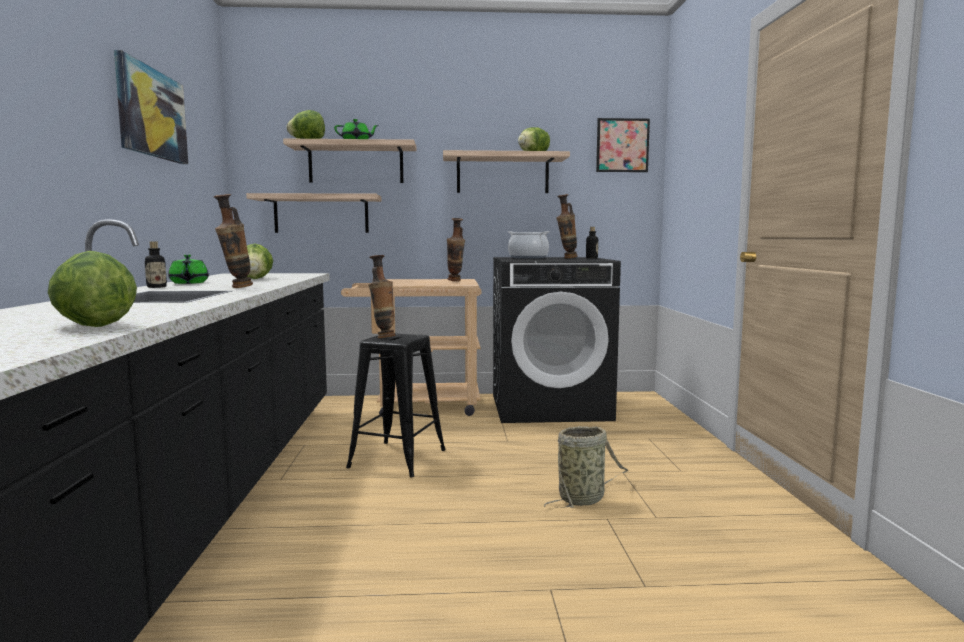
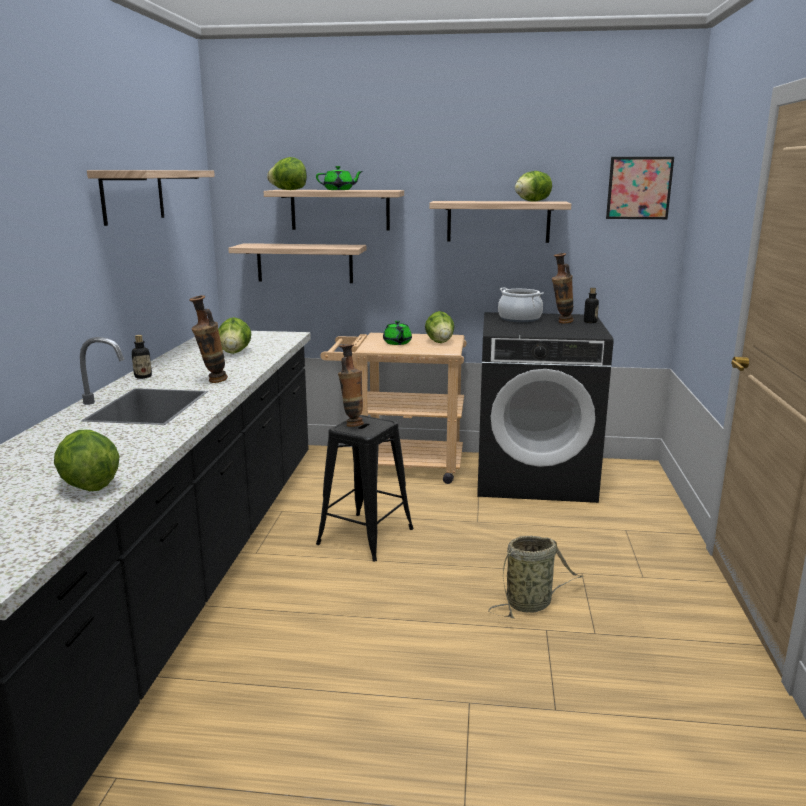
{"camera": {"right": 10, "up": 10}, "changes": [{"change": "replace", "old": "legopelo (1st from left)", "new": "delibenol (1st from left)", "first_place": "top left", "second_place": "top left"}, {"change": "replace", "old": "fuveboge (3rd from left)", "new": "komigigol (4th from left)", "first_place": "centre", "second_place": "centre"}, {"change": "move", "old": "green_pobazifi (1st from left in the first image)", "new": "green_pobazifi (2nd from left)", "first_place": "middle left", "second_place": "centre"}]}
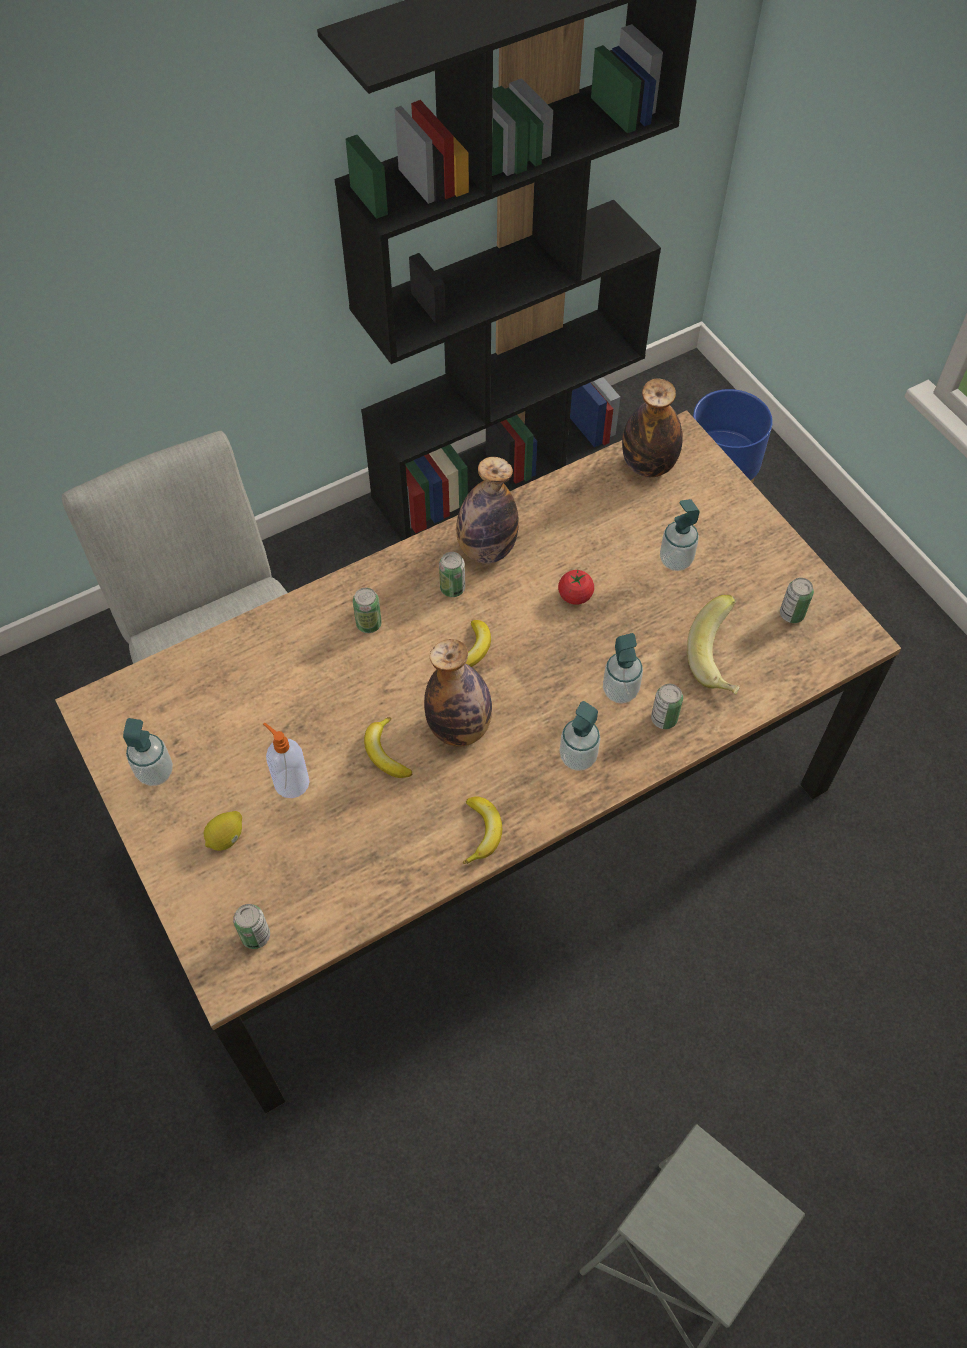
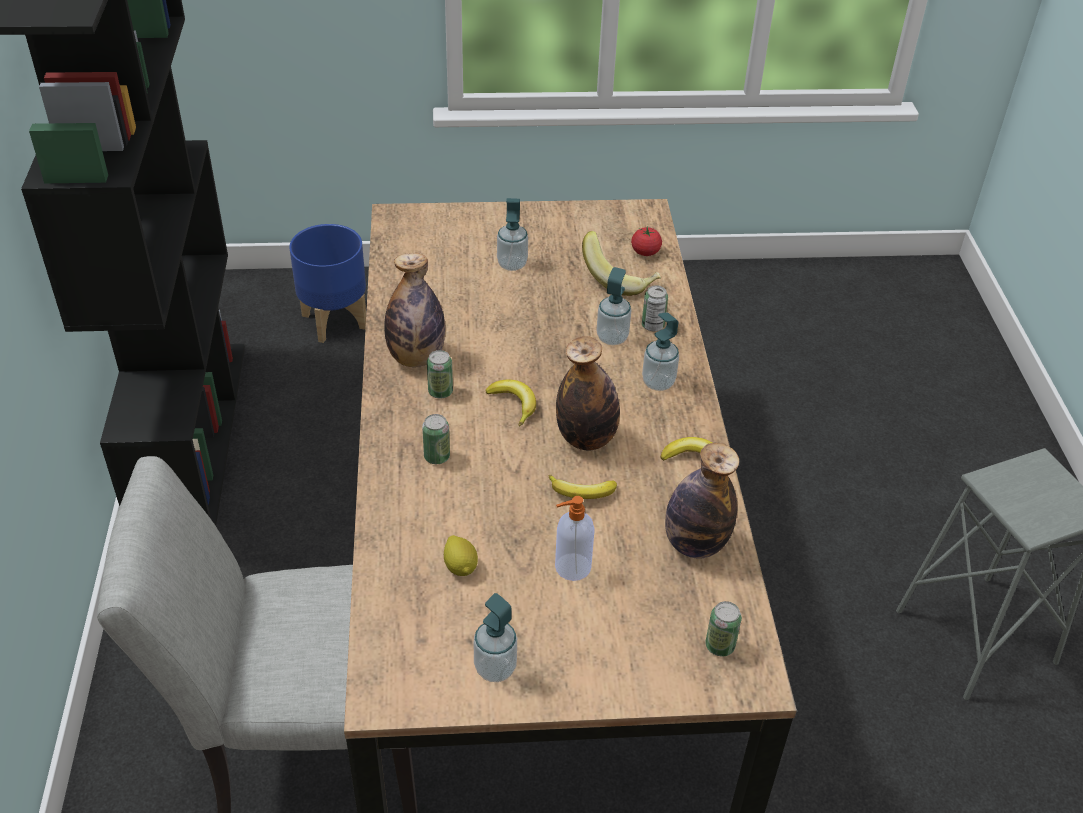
{"camera": {"right": -65, "up": -15}, "changes": [{"change": "move", "old": "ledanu (3rd from left)", "first_place": "top right", "second_place": "centre"}, {"change": "move", "old": "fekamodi", "first_place": "centre", "second_place": "top centre"}, {"change": "delete", "old": "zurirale (5th from left)", "first_place": "middle right"}, {"change": "move", "old": "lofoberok", "first_place": "middle left", "second_place": "bottom centre"}]}
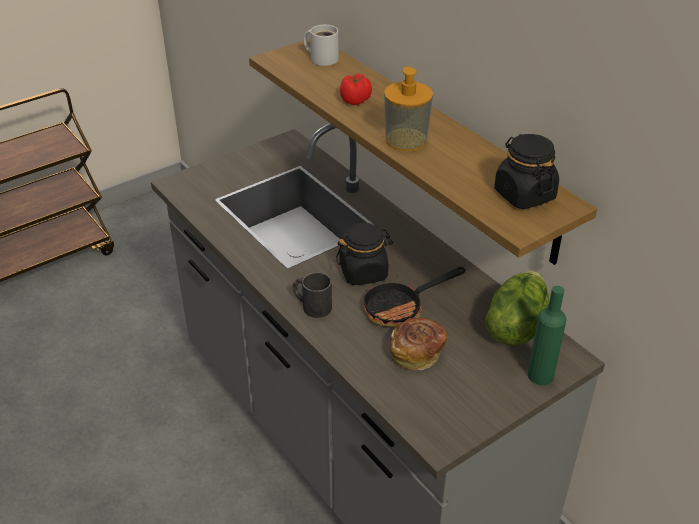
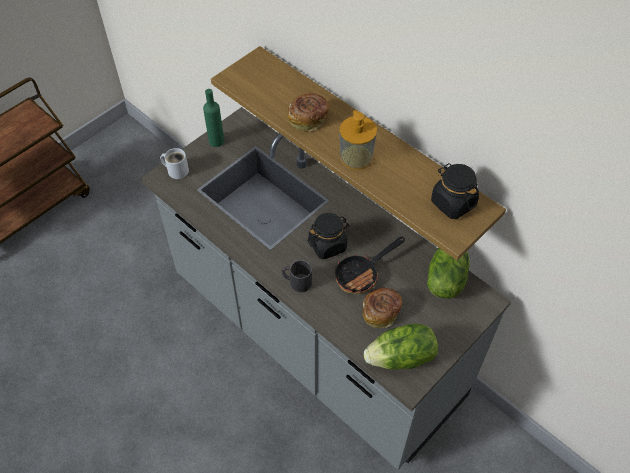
{"camera": {"right": -10, "up": 15}, "changes": [{"change": "move", "old": "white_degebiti", "first_place": "top centre", "second_place": "middle left"}, {"change": "replace", "old": "fekamodi", "new": "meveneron (1st from left)", "first_place": "top centre", "second_place": "top centre"}, {"change": "move", "old": "green_ledanu", "first_place": "middle right", "second_place": "top centre"}, {"change": "insert", "new": "komigigol (1st from left)", "second_place": "bottom centre"}]}
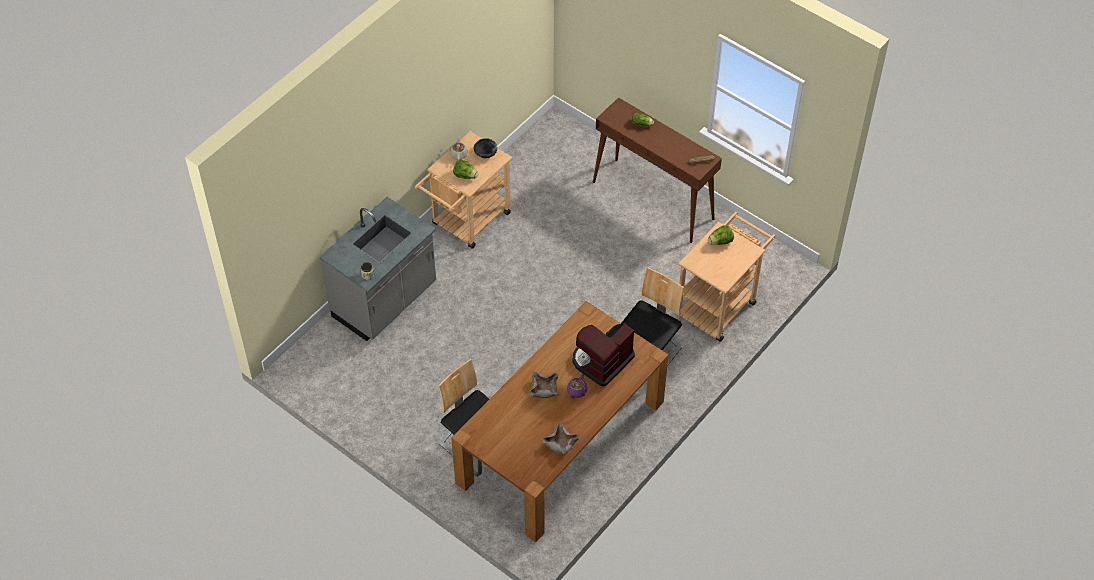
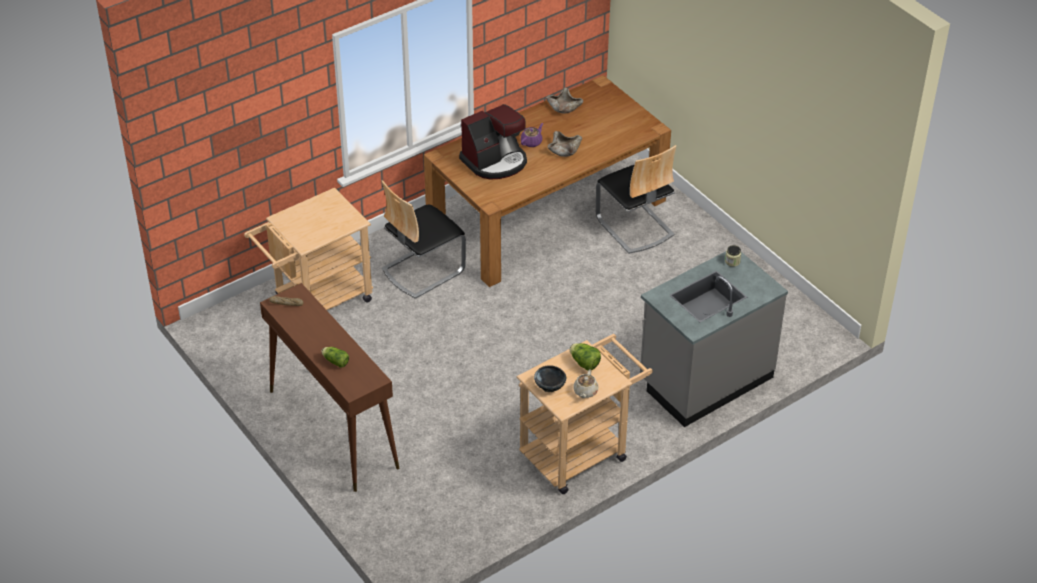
{"camera": {"right": -165, "up": -10}, "changes": [{"change": "delete", "old": "komigigol (3rd from left)", "first_place": "centre"}]}
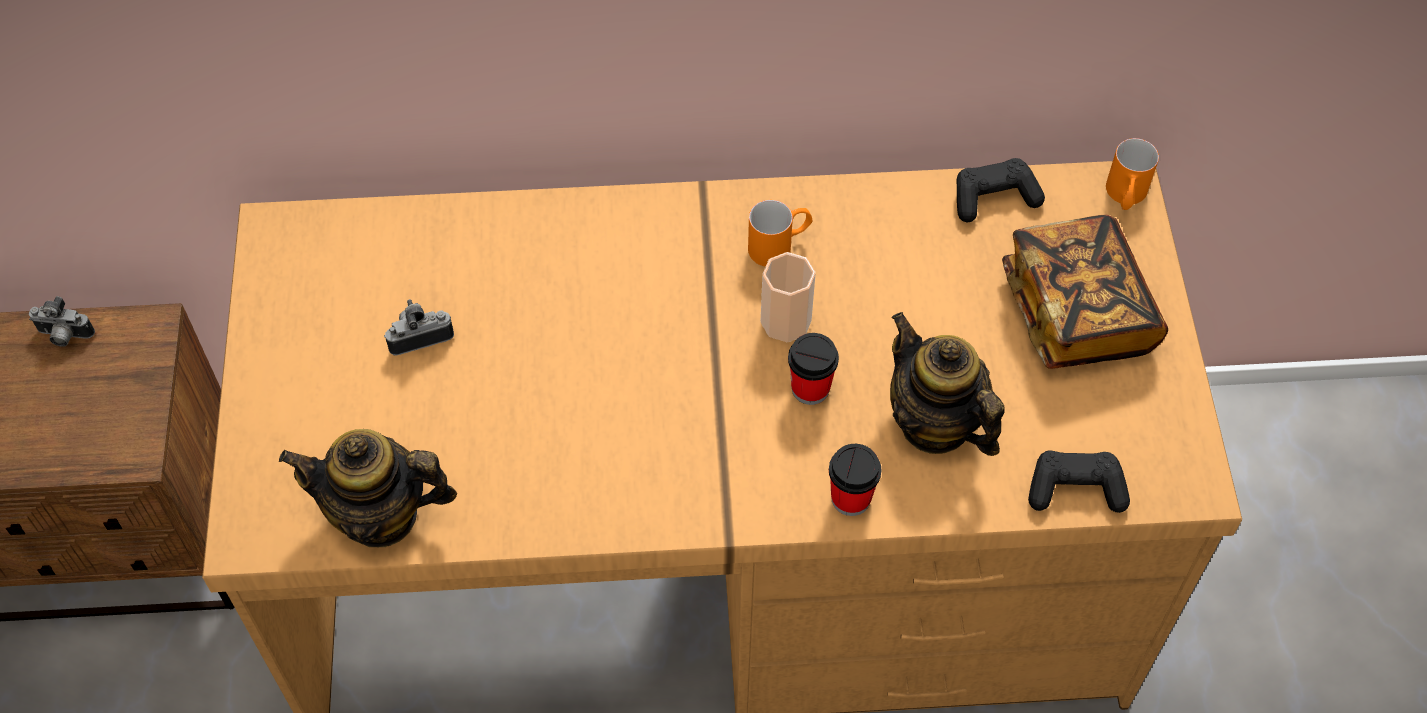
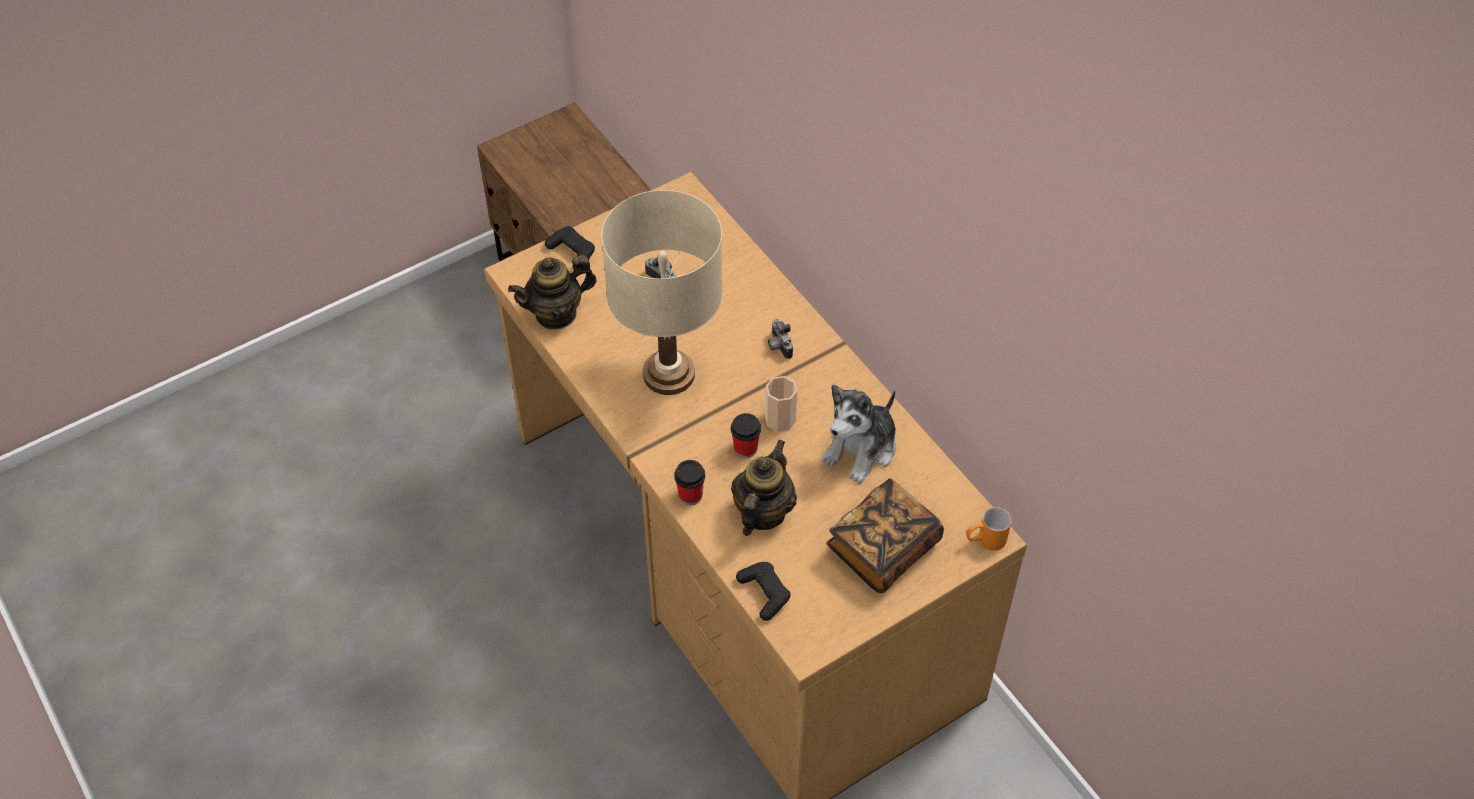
{"camera": {"right": 60, "up": -5}, "changes": [{"change": "move", "old": "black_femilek (1st from left)", "first_place": "top right", "second_place": "top centre"}, {"change": "delete", "old": "orange_degebiti (1st from left)", "first_place": "top centre"}, {"change": "move", "old": "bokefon (1st from left in the first image)", "new": "bokefon (2nd from left)", "first_place": "middle left", "second_place": "centre"}, {"change": "rotate", "old": "pobazifi (1st from left)", "first_place": "bottom left", "second_place": "centre", "degrees": -90}, {"change": "insert", "new": "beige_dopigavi", "second_place": "centre"}, {"change": "insert", "new": "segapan", "second_place": "centre"}]}
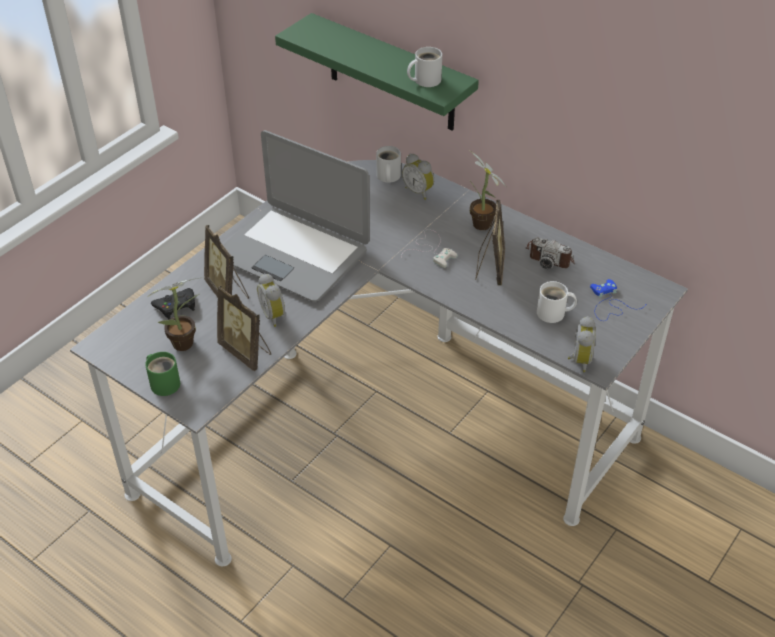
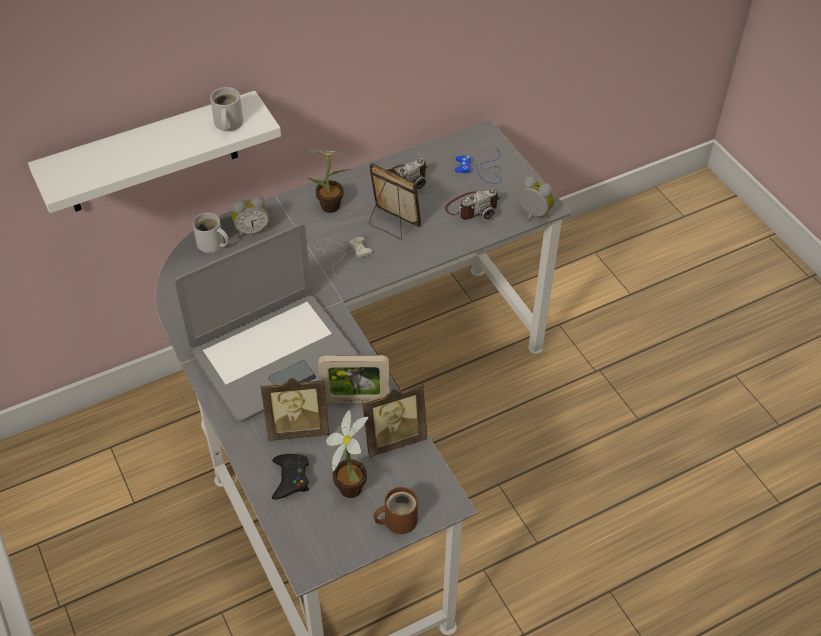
{"camera": {"right": -65, "up": 5}, "changes": [{"change": "recolor", "old": "green_delibenol", "new": "white_delibenol", "first_place": "top centre", "second_place": "top left"}, {"change": "replace", "old": "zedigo (1st from left)", "new": "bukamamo (2nd from left)", "first_place": "centre", "second_place": "centre"}, {"change": "replace", "old": "white_degebiti (3rd from left)", "new": "bokefon (2nd from left)", "first_place": "middle right", "second_place": "top centre"}, {"change": "recolor", "old": "green_degebiti", "new": "brown_degebiti", "first_place": "middle left", "second_place": "bottom centre"}]}
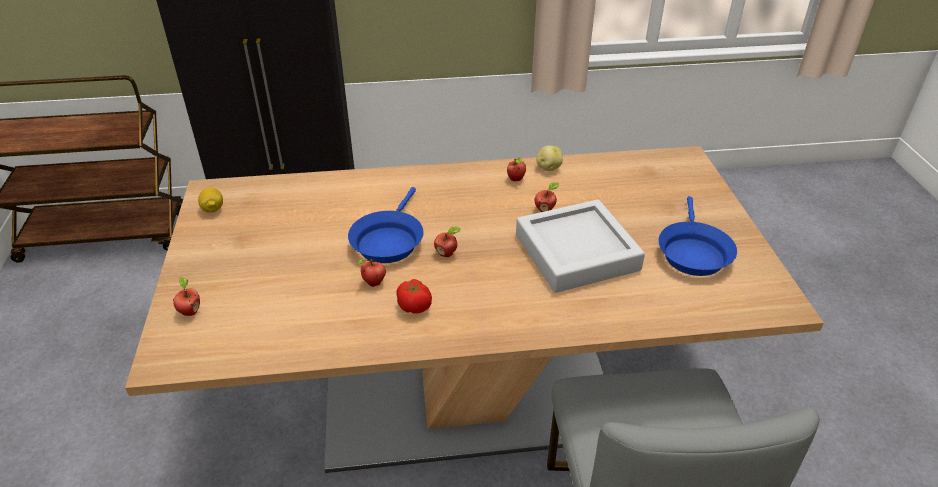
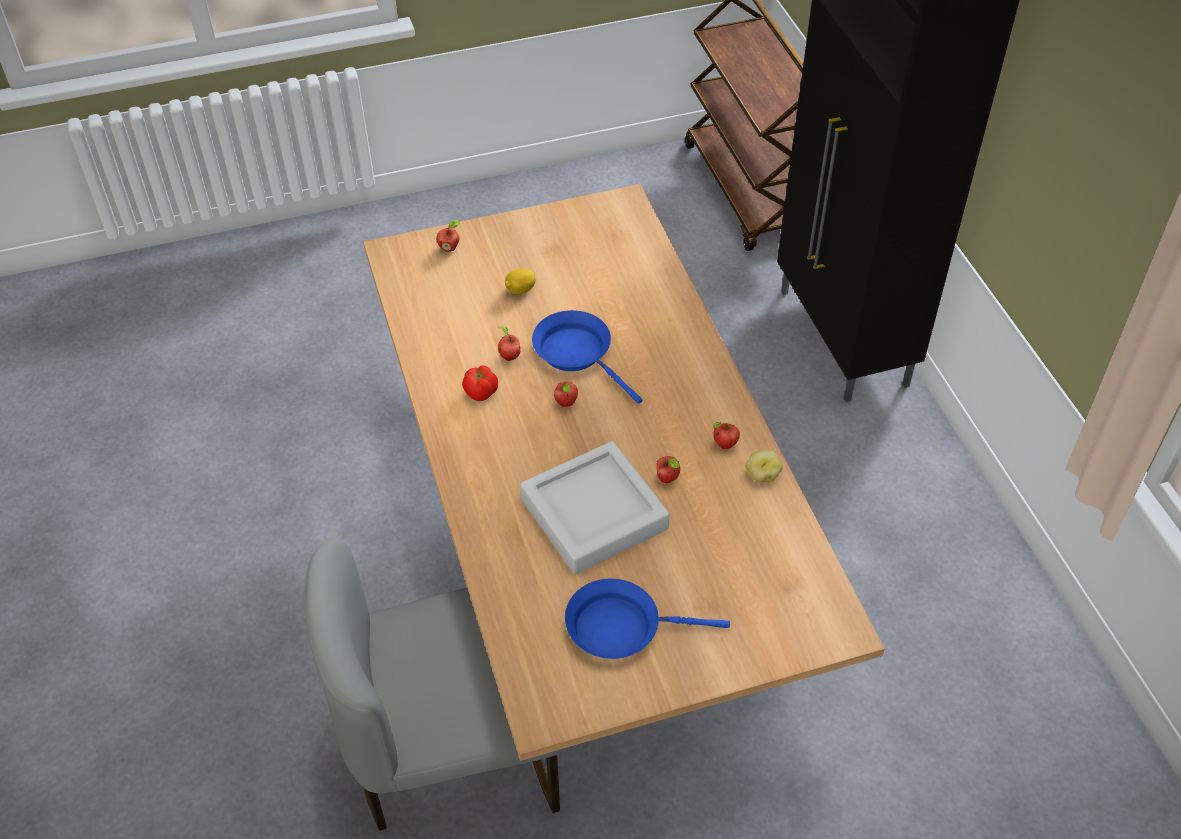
{"camera": {"right": 80, "up": 10}, "changes": [{"change": "move", "old": "lofoberok", "first_place": "middle left", "second_place": "centre"}, {"change": "rotate", "old": "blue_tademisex (1st from left)", "first_place": "centre", "second_place": "centre", "degrees": 45}]}
